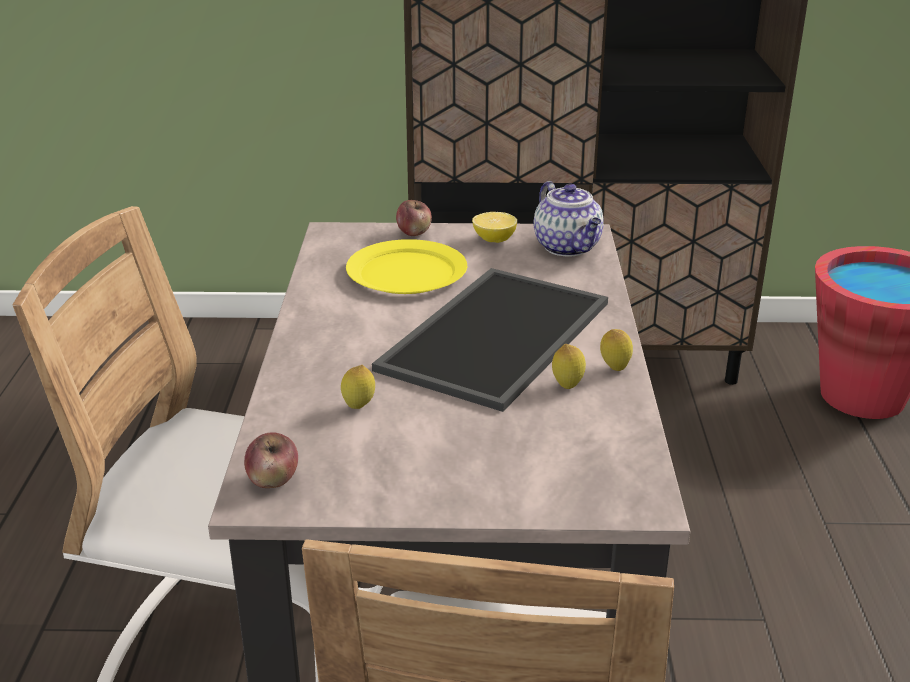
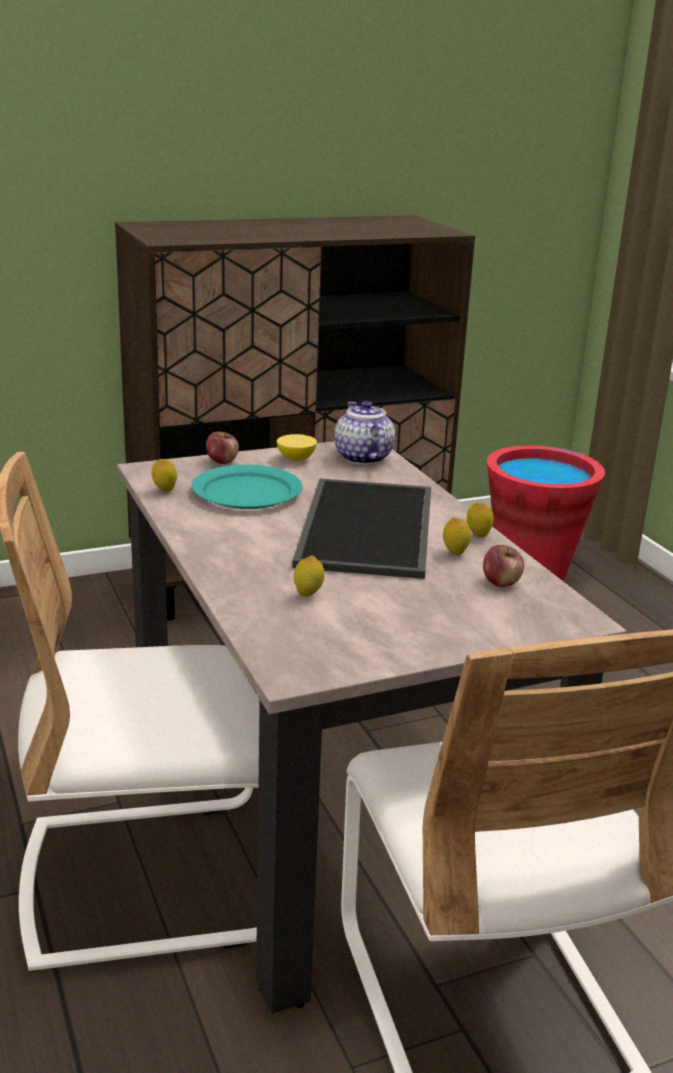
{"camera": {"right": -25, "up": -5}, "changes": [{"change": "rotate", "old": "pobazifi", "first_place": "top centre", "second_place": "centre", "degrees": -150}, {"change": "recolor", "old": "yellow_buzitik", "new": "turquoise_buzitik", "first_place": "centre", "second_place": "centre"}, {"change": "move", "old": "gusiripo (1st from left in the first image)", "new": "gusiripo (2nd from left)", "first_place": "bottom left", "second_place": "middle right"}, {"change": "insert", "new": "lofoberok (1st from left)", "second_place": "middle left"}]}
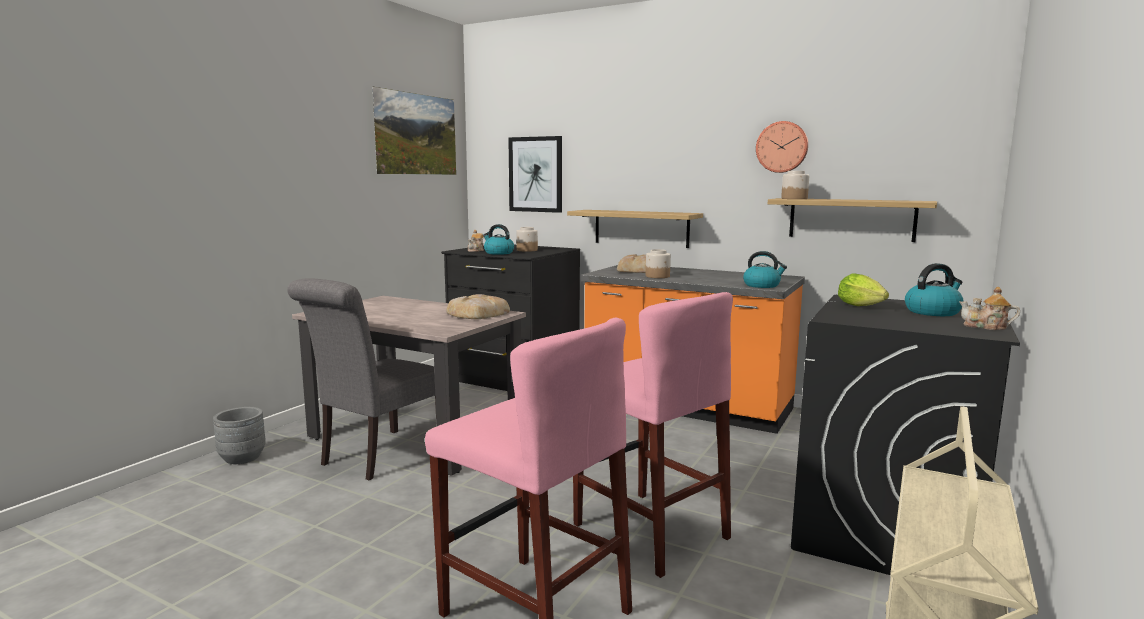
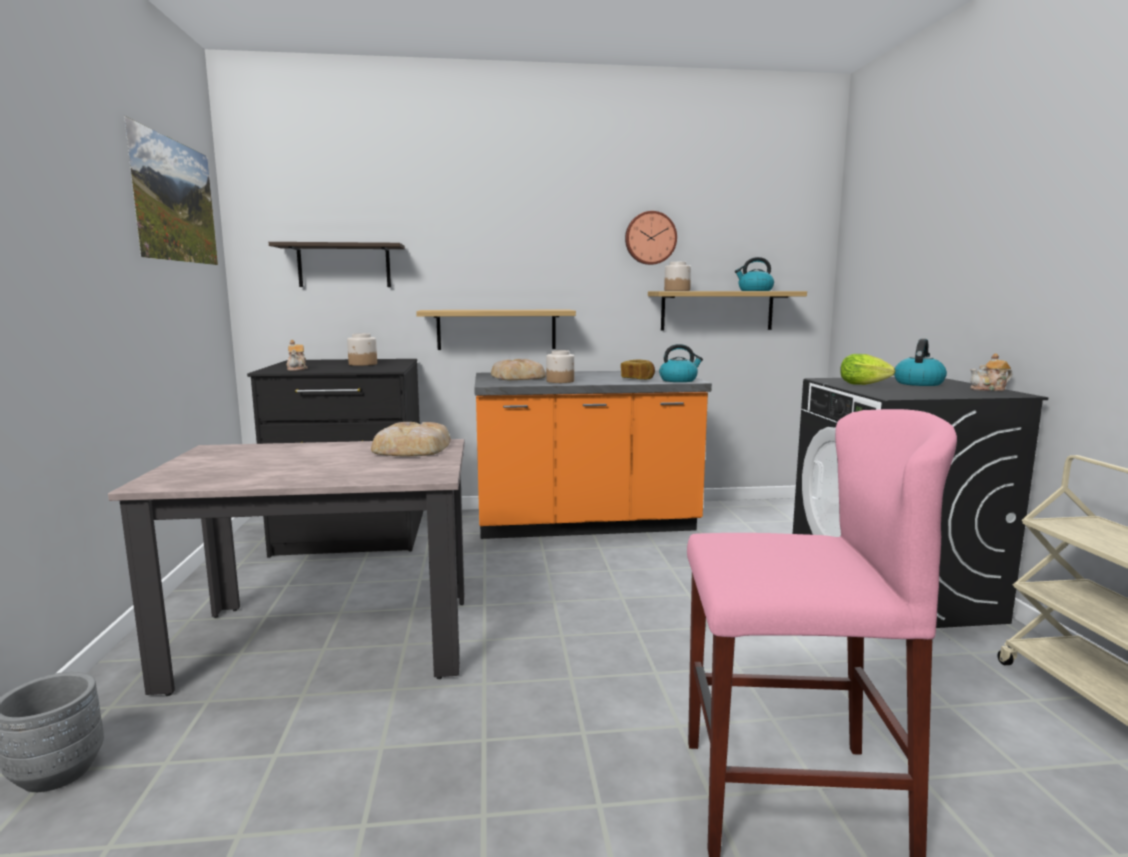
{"camera": {"right": -35, "up": 0}, "changes": [{"change": "replace", "old": "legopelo (2nd from left)", "new": "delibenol (1st from left)", "first_place": "top centre", "second_place": "top left"}, {"change": "move", "old": "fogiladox (1st from left in the first image)", "new": "fogiladox (2nd from left)", "first_place": "centre", "second_place": "top right"}, {"change": "delete", "old": "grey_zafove", "first_place": "middle left"}, {"change": "delete", "old": "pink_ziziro (2nd from left)", "first_place": "bottom centre"}, {"change": "insert", "new": "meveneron (3rd from left)", "second_place": "centre"}]}
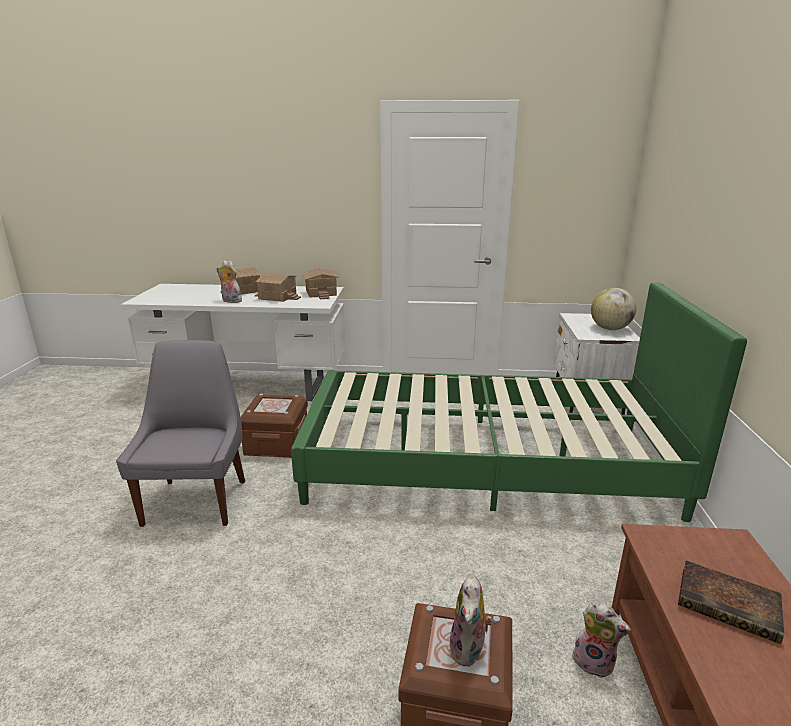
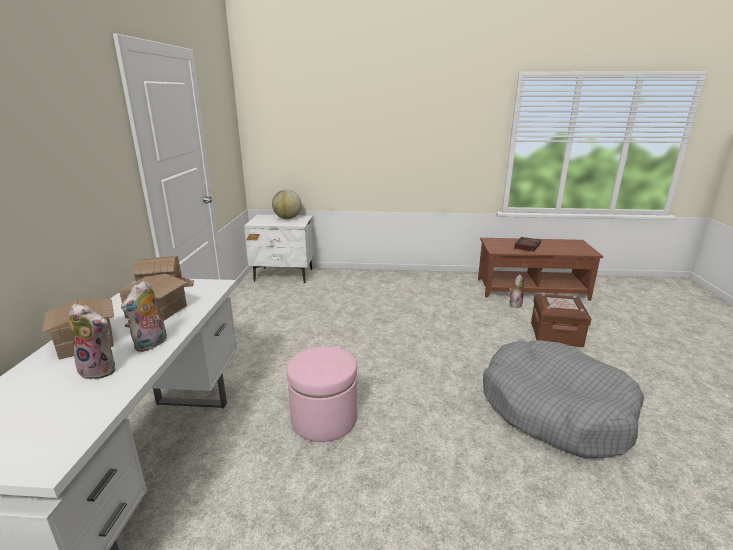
{"camera": {"right": -90, "up": 0}, "changes": [{"change": "delete", "old": "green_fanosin", "first_place": "centre"}, {"change": "delete", "old": "grey_zafove", "first_place": "middle left"}, {"change": "replace", "old": "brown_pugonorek (1st from left)", "new": "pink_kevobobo", "first_place": "centre", "second_place": "bottom centre"}, {"change": "move", "old": "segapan (2nd from left in the first image)", "new": "segapan (1st from left)", "first_place": "bottom centre", "second_place": "middle left"}, {"change": "insert", "new": "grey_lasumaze", "second_place": "bottom right"}]}
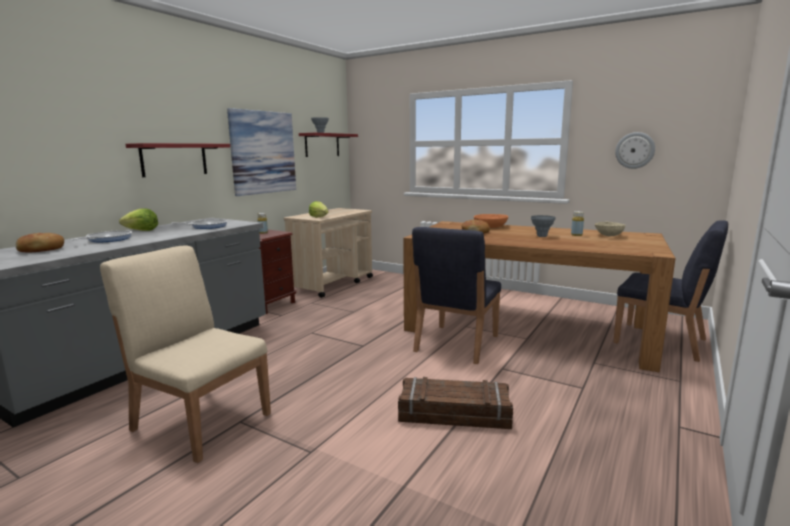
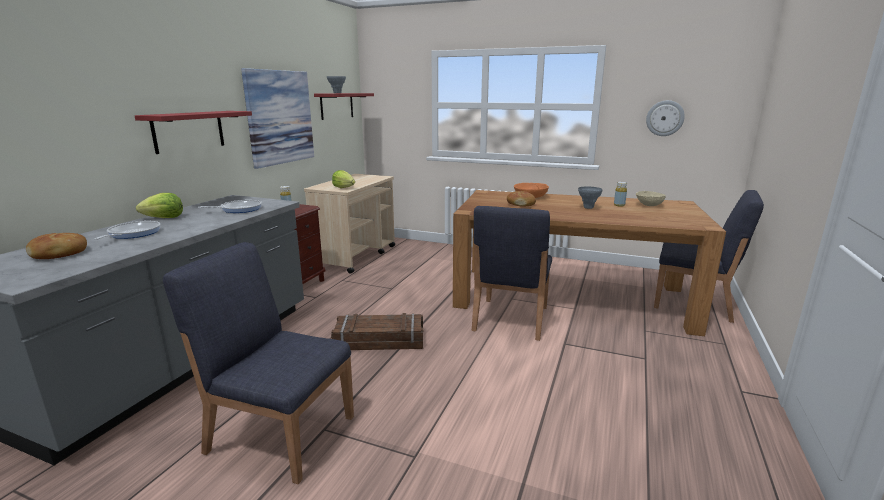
{"camera": {"right": -10, "up": 5}, "changes": [{"change": "recolor", "old": "beige_zafove", "new": "blue_zafove (1st from left)", "first_place": "bottom left", "second_place": "bottom left"}, {"change": "move", "old": "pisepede", "first_place": "bottom centre", "second_place": "centre"}]}
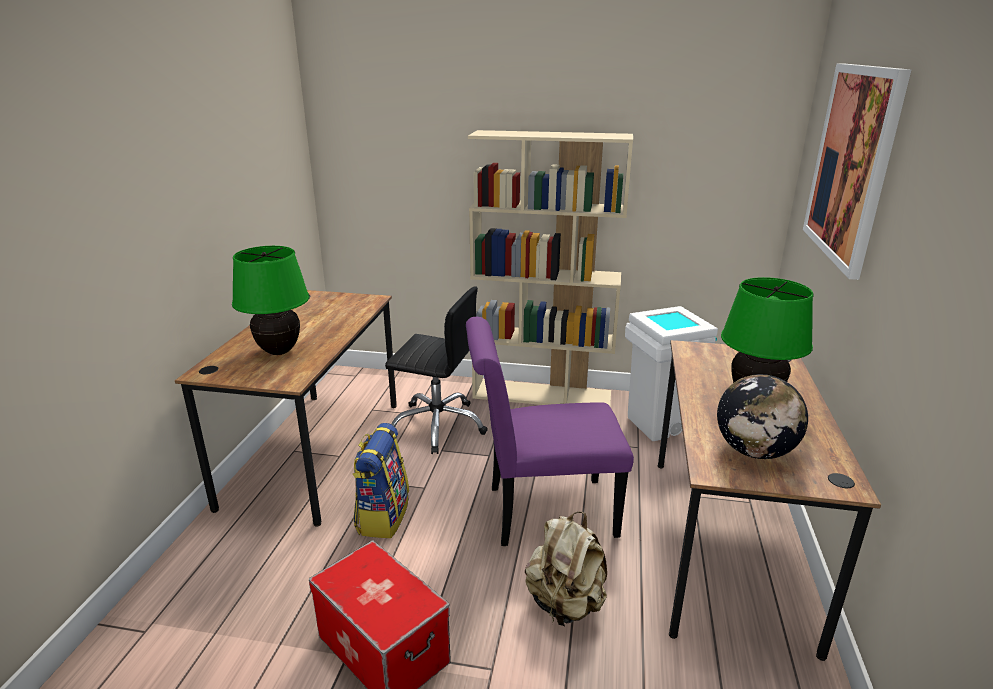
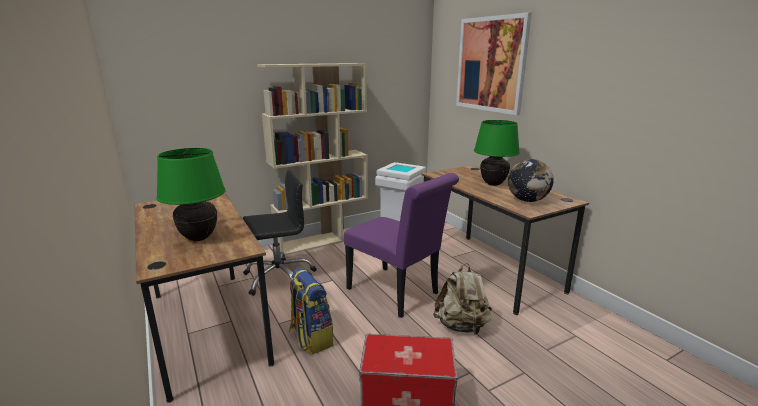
{"camera": {"right": -40, "up": -5}, "changes": [{"change": "rotate", "old": "purple_zafove", "first_place": "centre", "second_place": "centre", "degrees": -90}]}
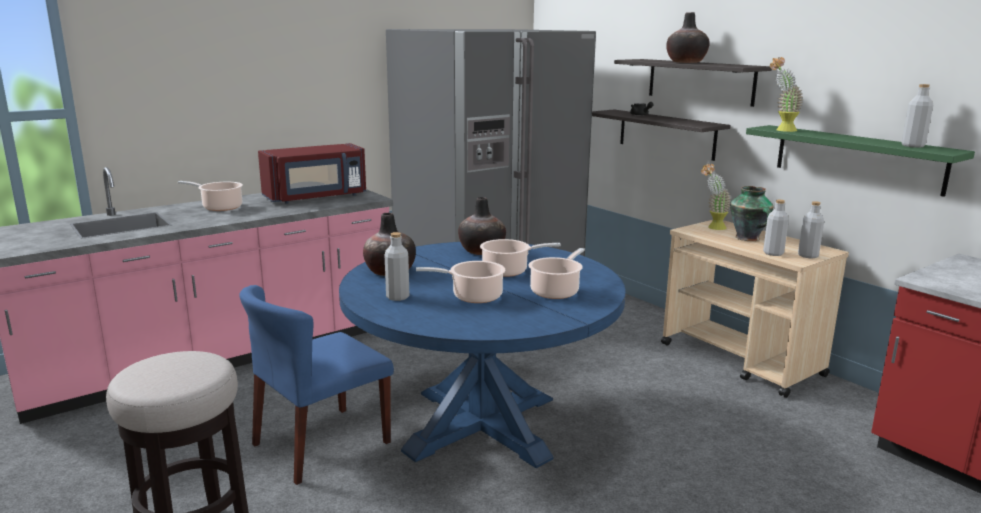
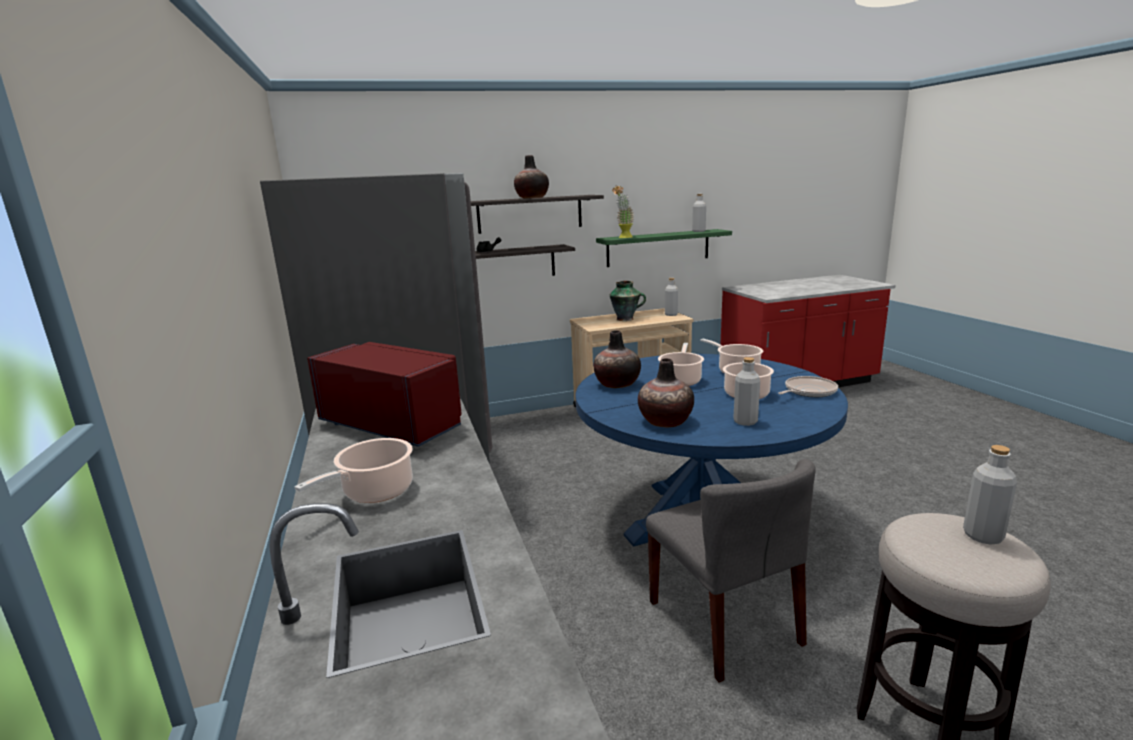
{"camera": {"right": -70, "up": 0}, "changes": [{"change": "rotate", "old": "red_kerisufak", "first_place": "middle left", "second_place": "centre", "degrees": -45}, {"change": "delete", "old": "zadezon (1st from left)", "first_place": "middle right"}, {"change": "move", "old": "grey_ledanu (2nd from left in the first image)", "new": "grey_ledanu (4th from left)", "first_place": "middle right", "second_place": "bottom right"}, {"change": "recolor", "old": "blue_zafove", "new": "grey_zafove", "first_place": "bottom left", "second_place": "bottom centre"}, {"change": "insert", "new": "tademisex", "second_place": "middle right"}]}
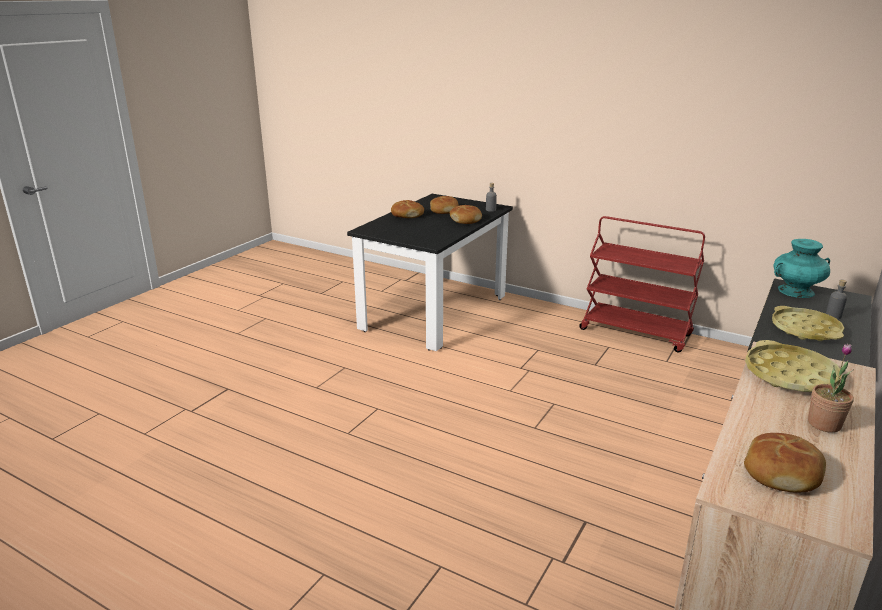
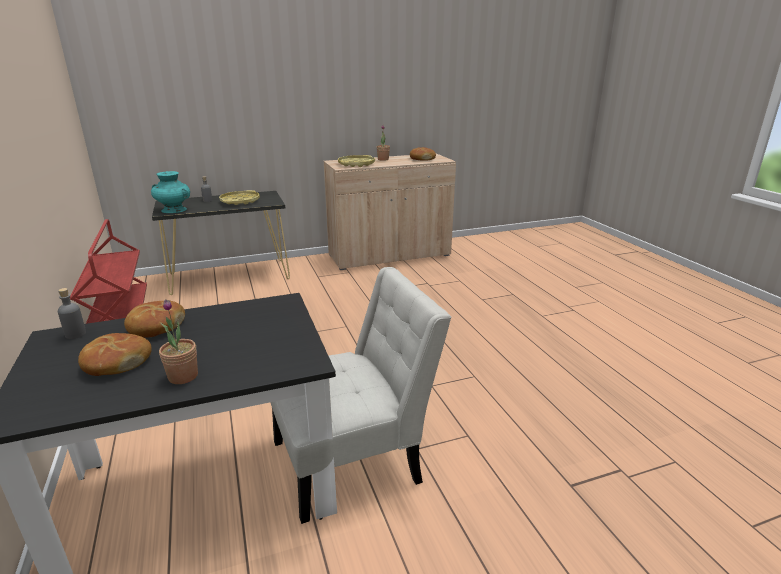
{"camera": {"right": -140, "up": 0}, "changes": [{"change": "replace", "old": "meveneron (1st from left)", "new": "zadezon (1st from left)", "first_place": "centre", "second_place": "middle left"}, {"change": "insert", "new": "white_zafove", "second_place": "bottom centre"}]}
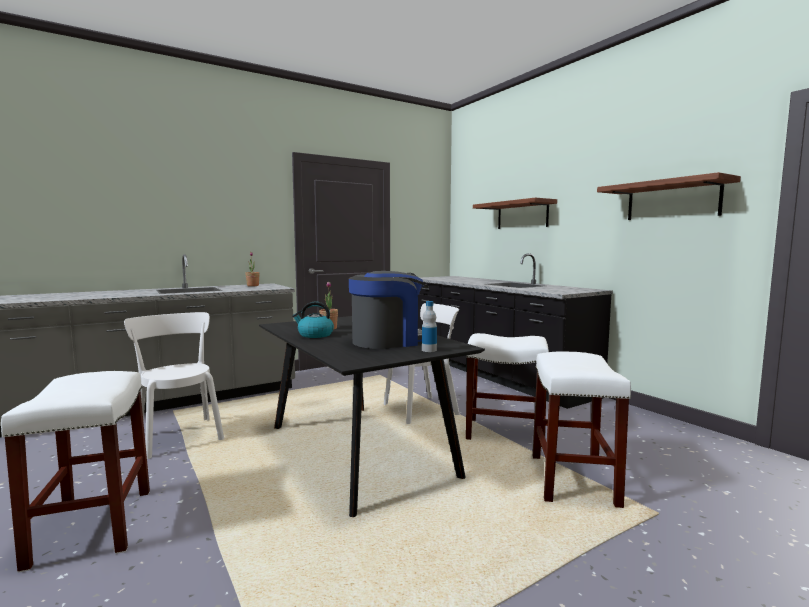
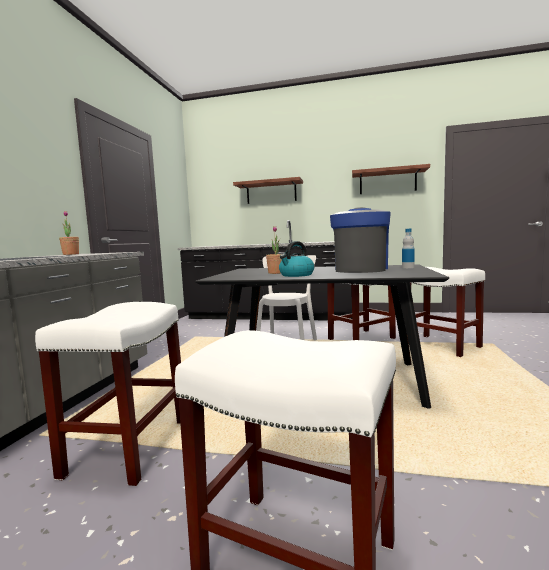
{"camera": {"right": -45, "up": 0}, "changes": [{"change": "replace", "old": "white_zafove (1st from left)", "new": "white_ziziro (1st from left)", "first_place": "middle left", "second_place": "bottom left"}]}
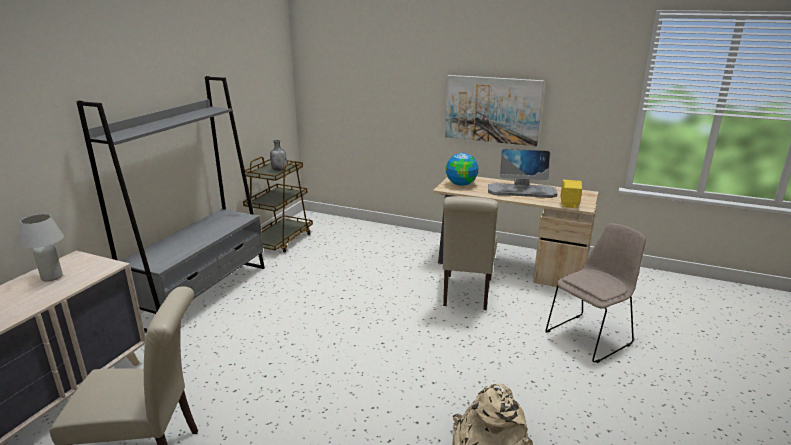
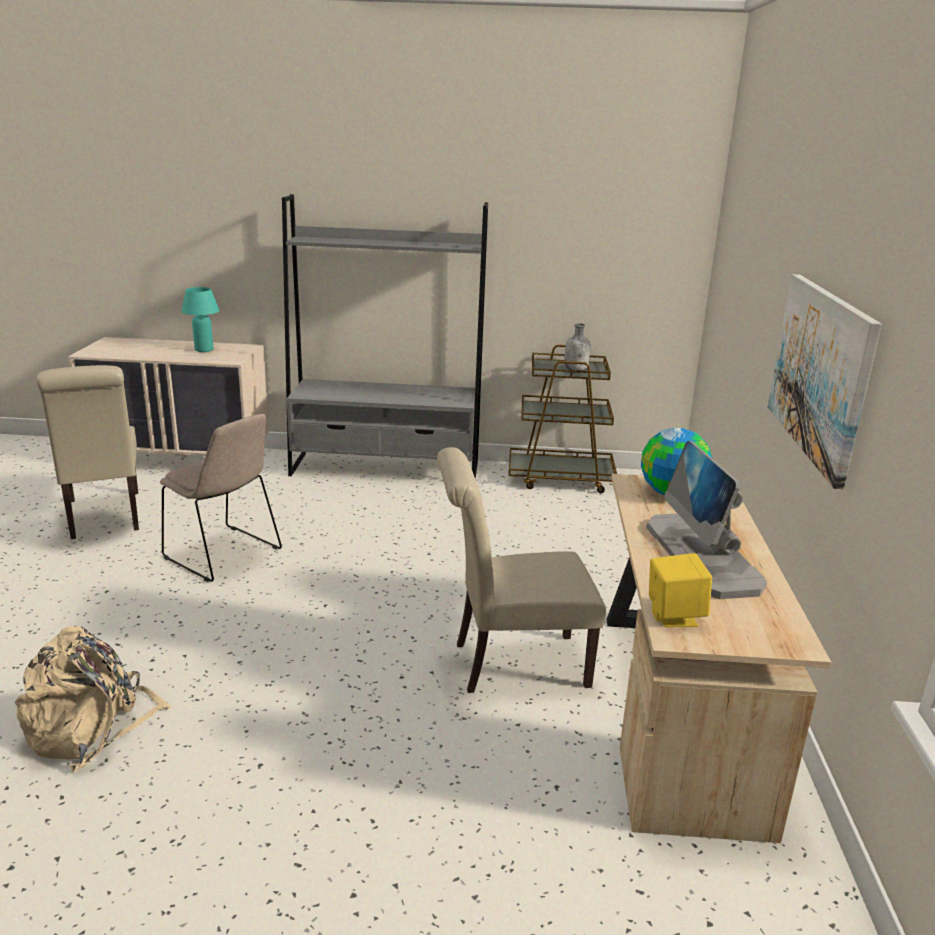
{"camera": {"right": 70, "up": 0}, "changes": [{"change": "recolor", "old": "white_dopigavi", "new": "turquoise_dopigavi", "first_place": "middle left", "second_place": "middle left"}, {"change": "move", "old": "beige_zafove (3rd from left in the first image)", "new": "beige_zafove (2nd from left)", "first_place": "middle right", "second_place": "middle left"}]}
